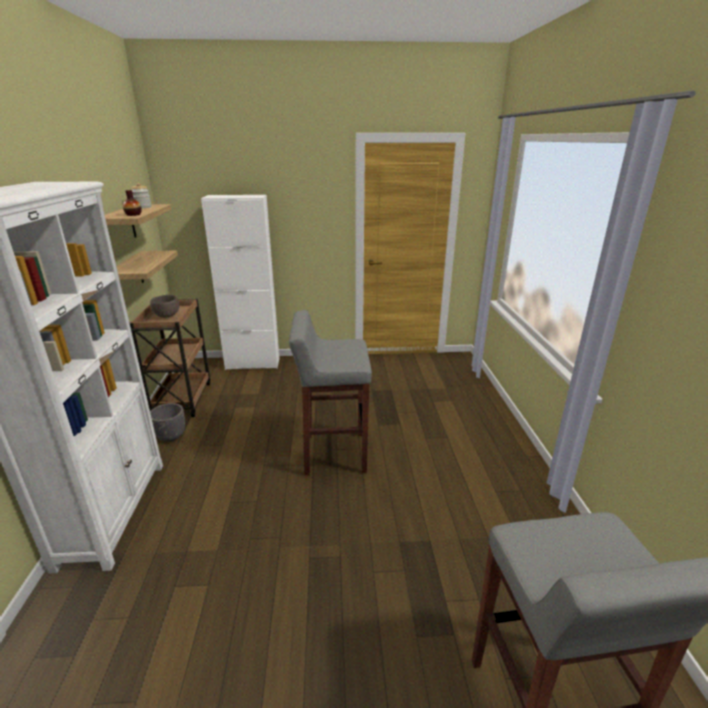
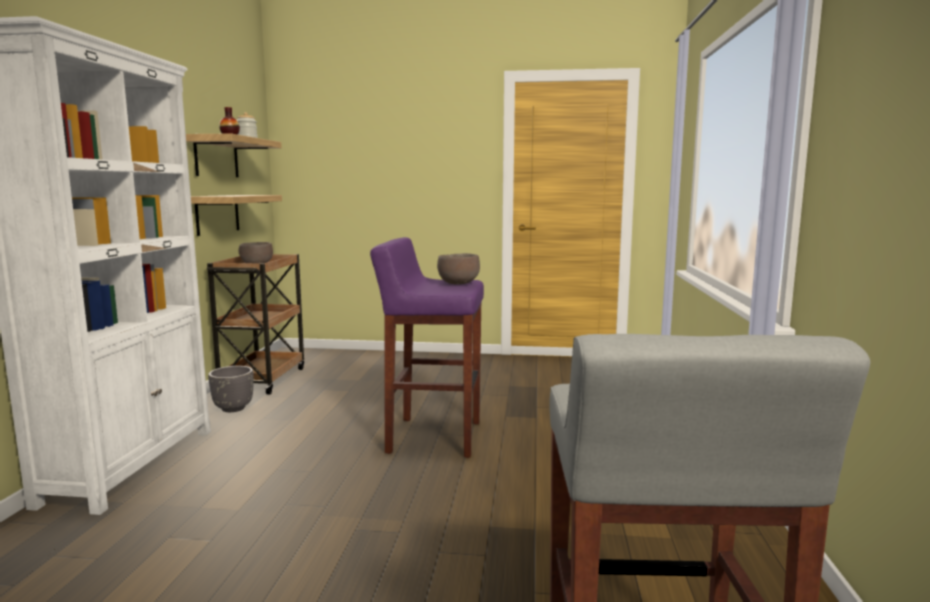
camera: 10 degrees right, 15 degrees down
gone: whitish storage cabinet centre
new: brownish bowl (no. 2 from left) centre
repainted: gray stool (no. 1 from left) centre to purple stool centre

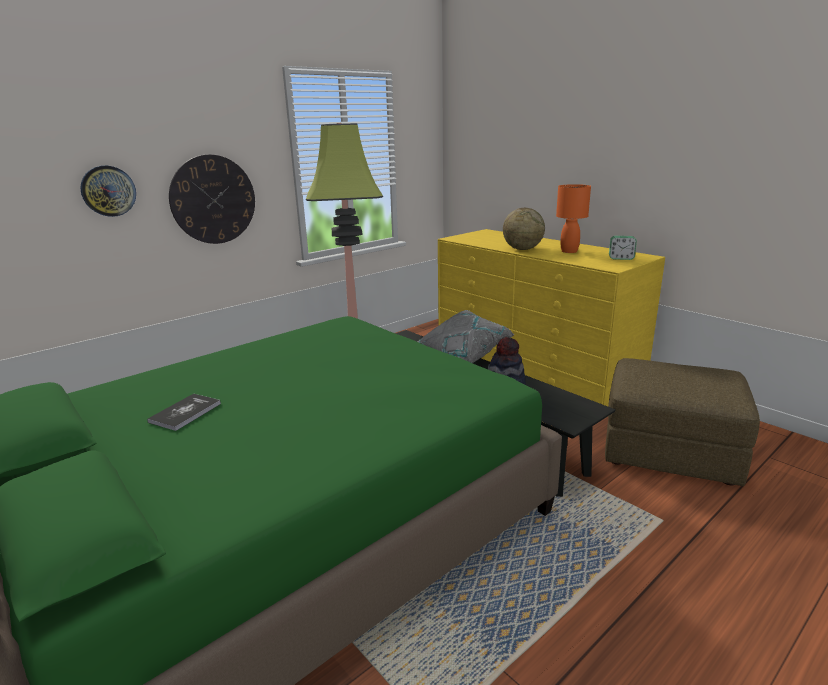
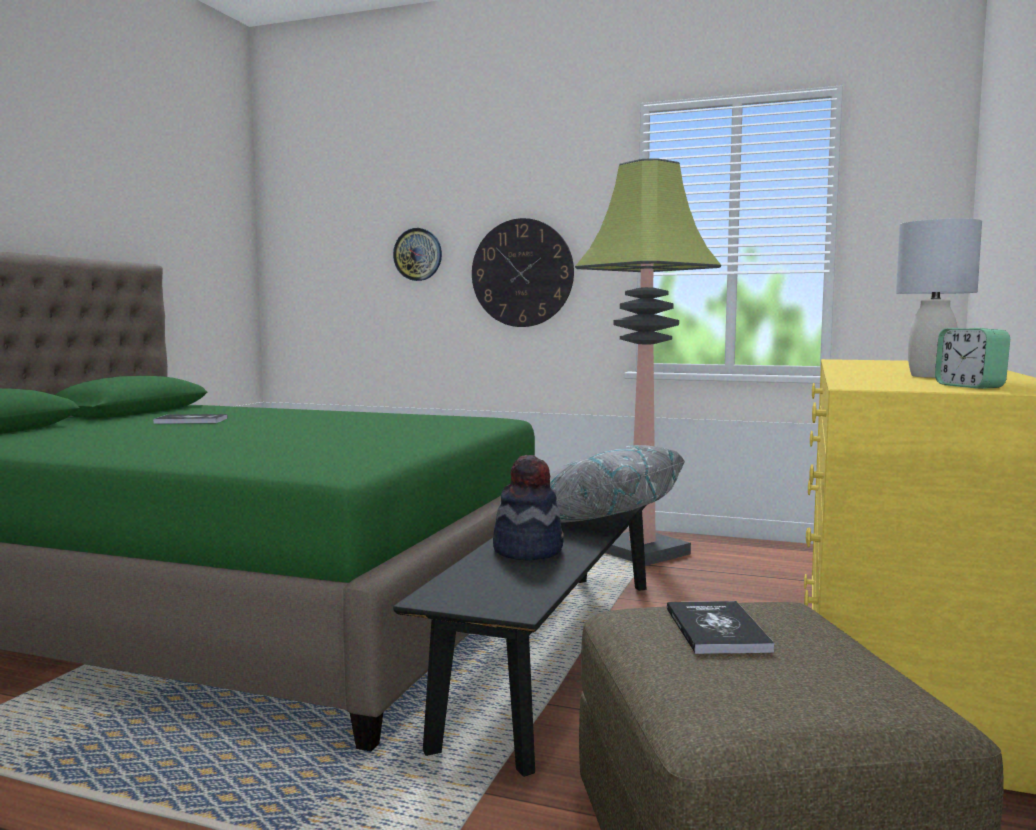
camera: 60 degrees right, 15 degrees down
gone: desk globe centre
new: book (no. 2 from left) bottom right
repainted: orange-coloured table lamp top right to gray table lamp middle right

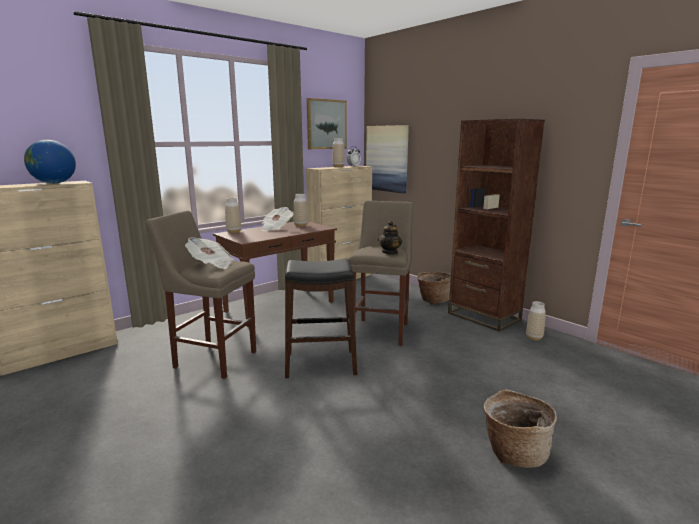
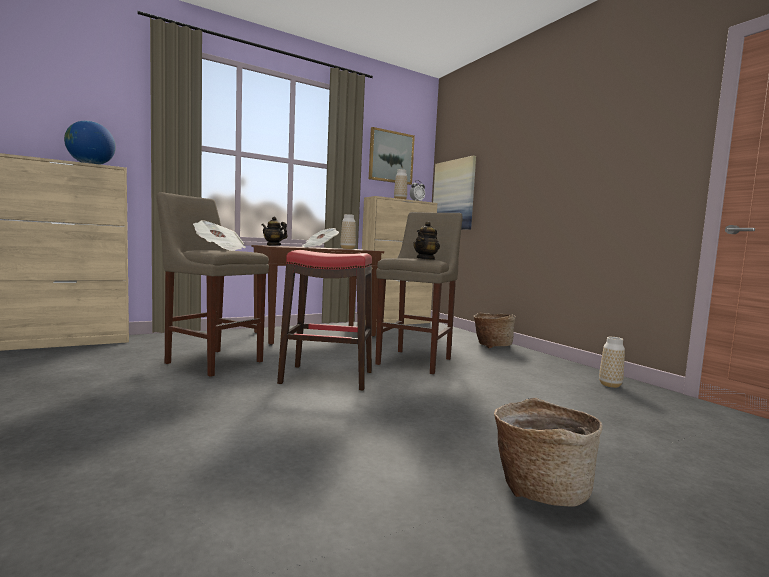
camera: 10 degrees right, 10 degrees down
gone: brownish shelving unit middle right
swapped: vase (no. 1 from left) centre to pot for tea (no. 1 from left) centre
repainted: black stool centre to red-coloured stool centre

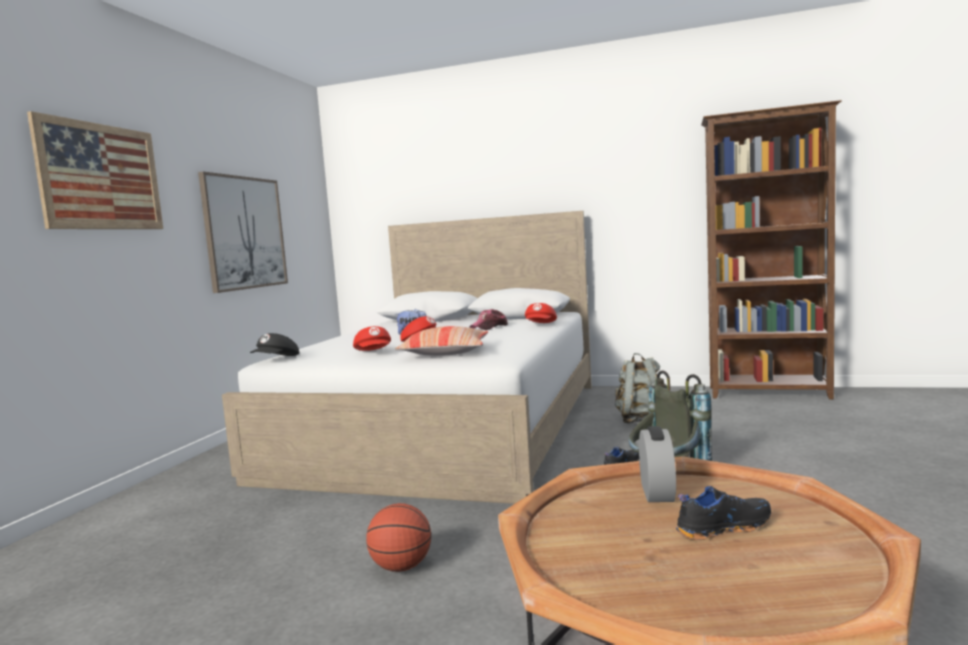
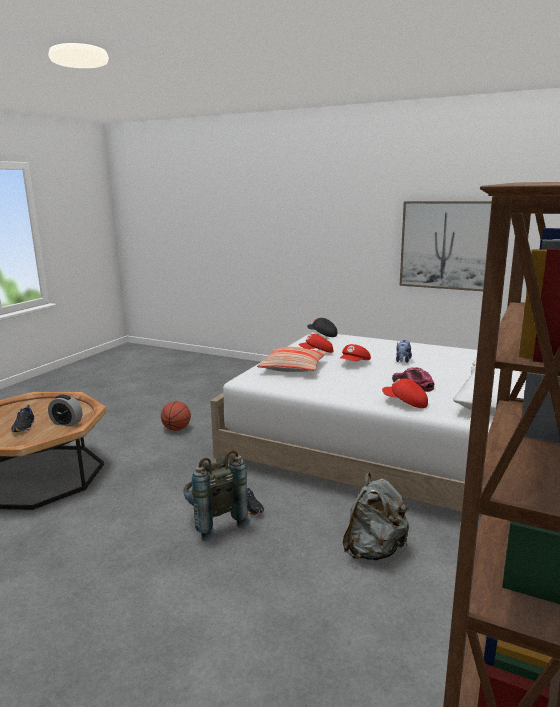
camera: 100 degrees right, 10 degrees up
gone: wall picture (no. 1 from left) top left

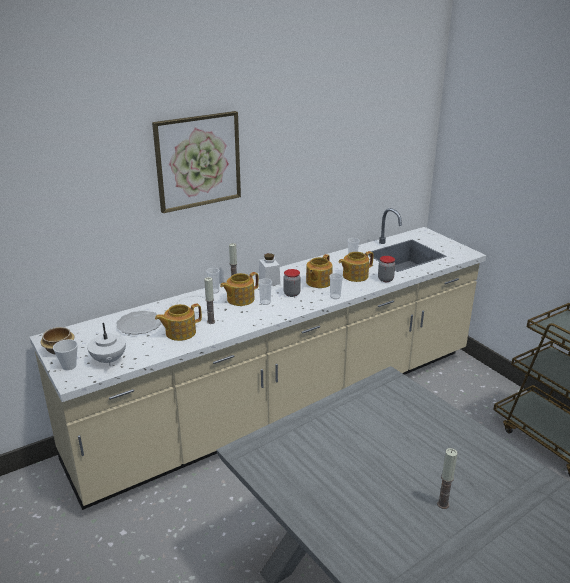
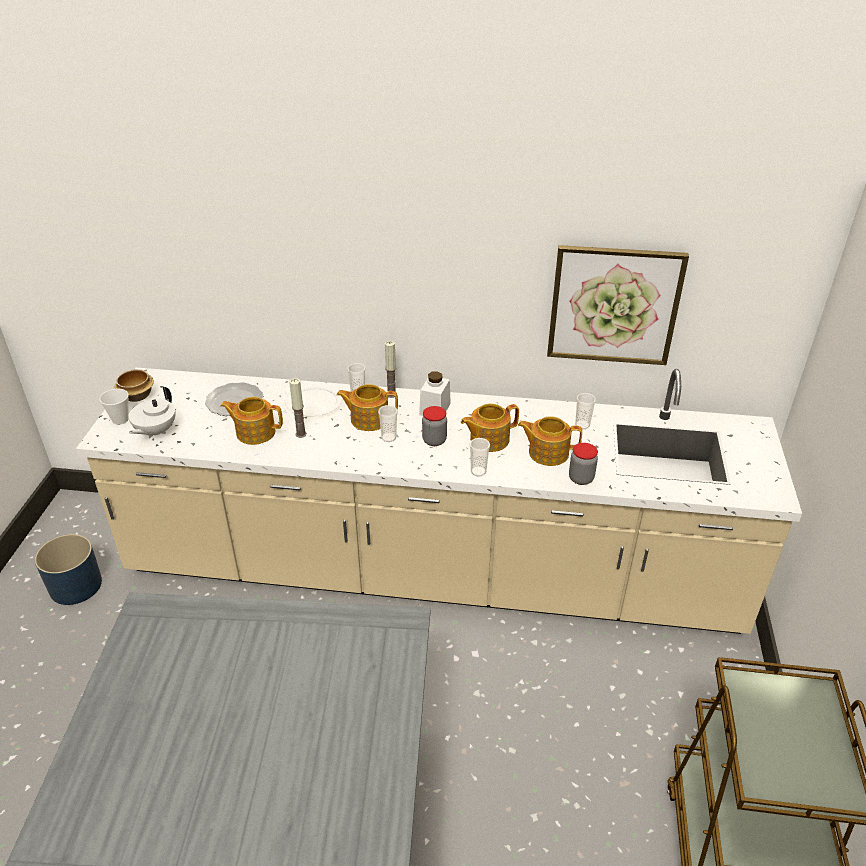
camera: 40 degrees right, 10 degrees up
gone: candle (no. 3 from left) bottom right
new: blue plant pot middle left
shifted: wall picture top centre to middle right

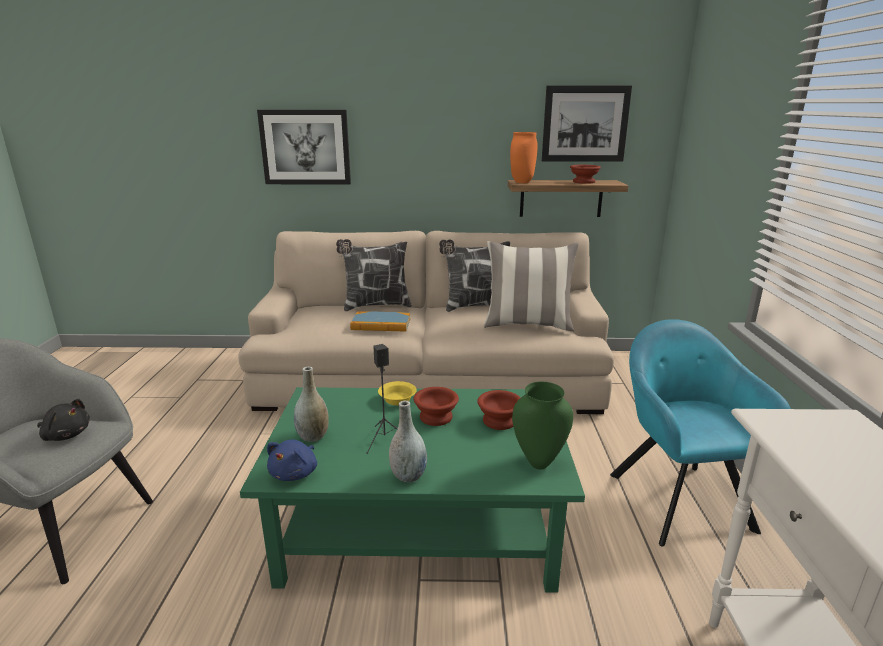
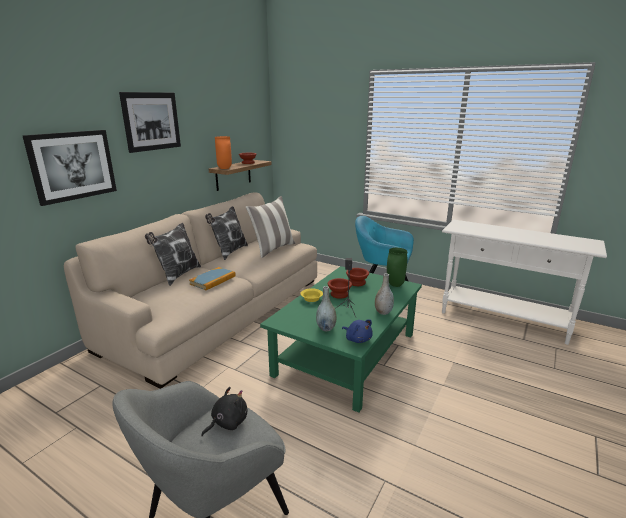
camera: 60 degrees left, 0 degrees up
shifted: wall picture (no. 2 from left) top centre to top left

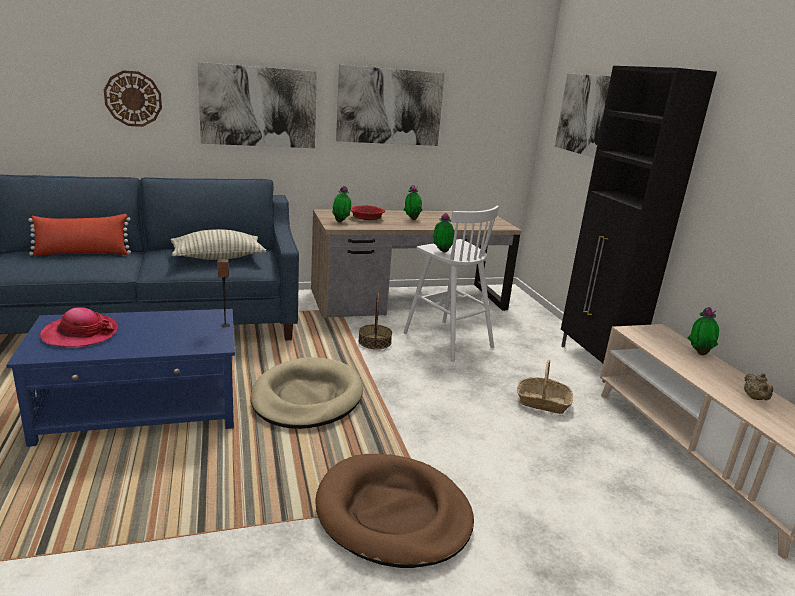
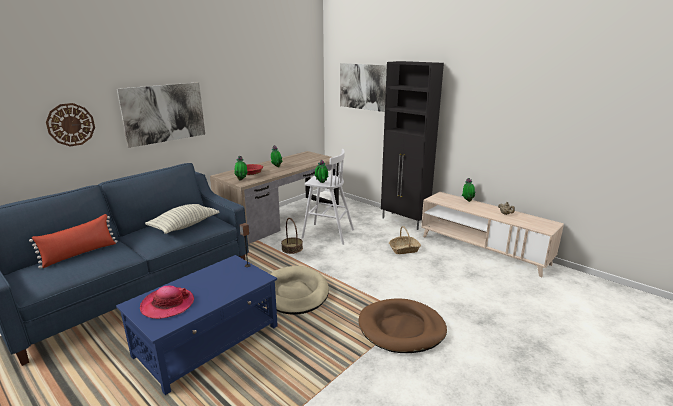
camera: 30 degrees left, 0 degrees up
gone: wall picture (no. 2 from left) top centre

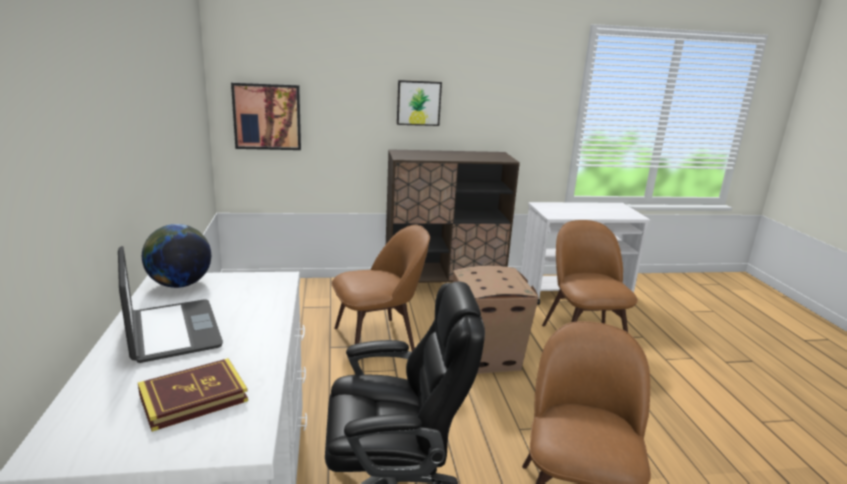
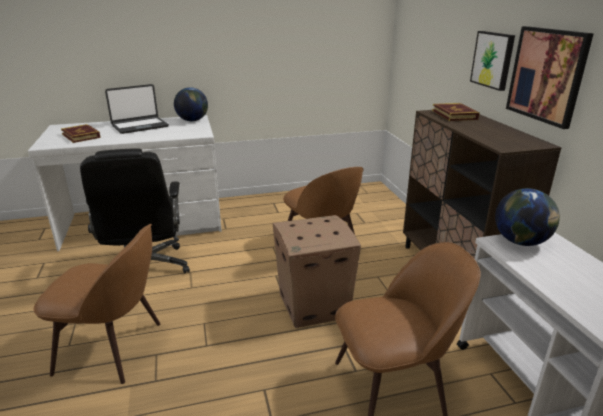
camera: 85 degrees right, 5 degrees up
new: book (no. 2 from left) top right; desk globe (no. 2 from left) middle right
shifted: wall picture (no. 1 from left in the first image) top left to wall picture (no. 2 from left) top right

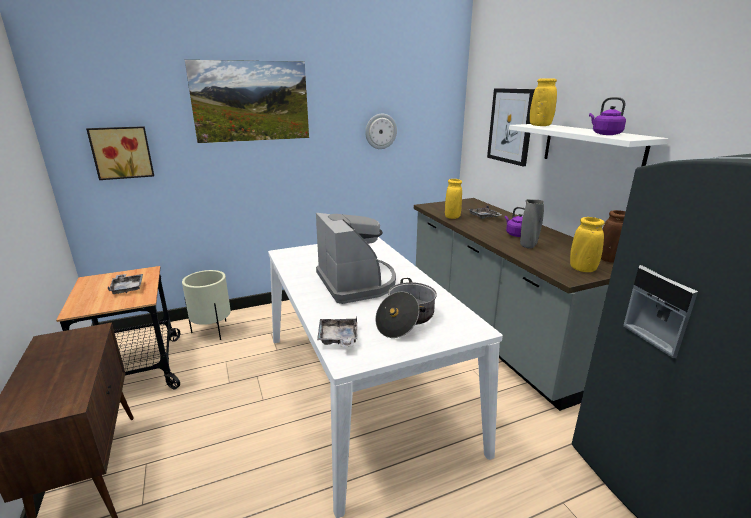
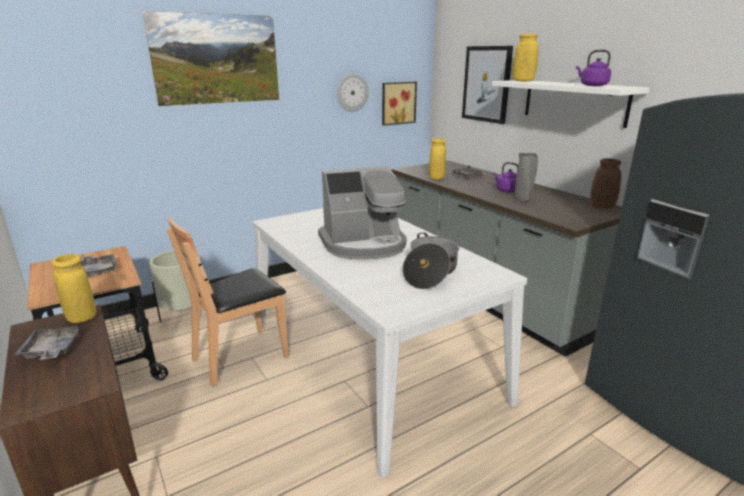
camera: 10 degrees left, 0 degrees up
new: brownish upright chair middle left
shifted: wall picture (no. 1 from left in the first image) top left to wall picture (no. 2 from left) top centre; gray tray (no. 2 from left in the first image) centre to gray tray (no. 1 from left) bottom left; yellow vase (no. 3 from left in the first image) middle right to yellow vase (no. 1 from left) middle left
rotated: coffee brewer centre = centre 105 degrees clockwise

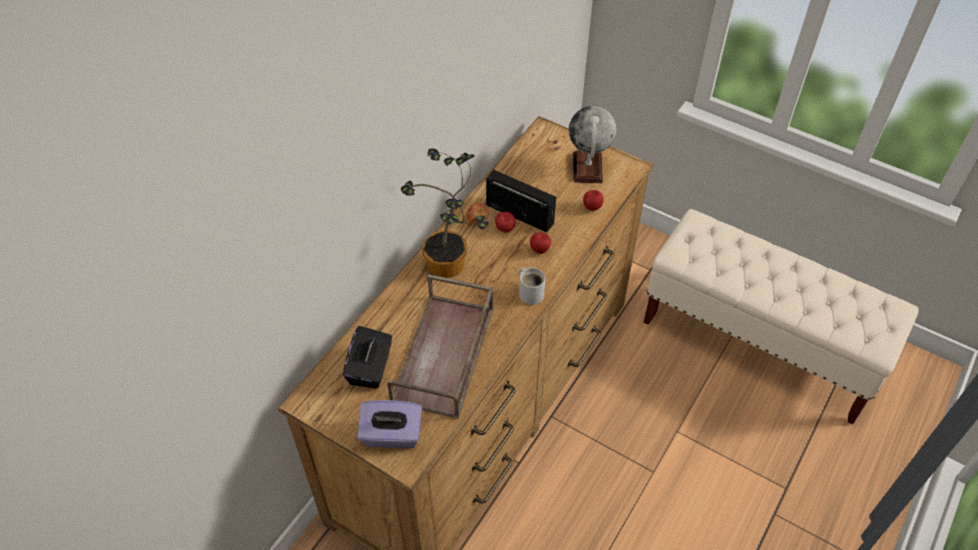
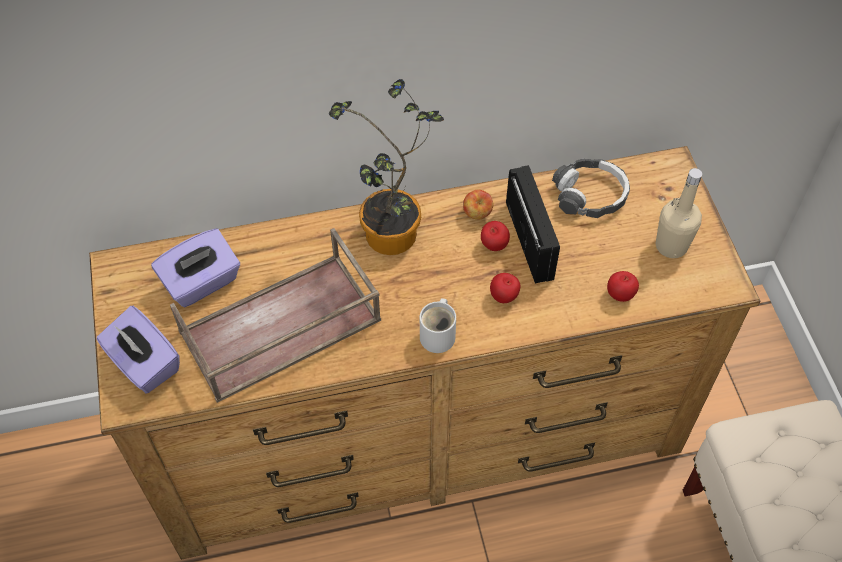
camera: 45 degrees right, 5 degrees up
new: headphones middle right
swapped: desk globe top centre to sand-coloured beverage bottle middle right
repainted: black tissue box centre to purple tissue box (no. 2 from left) middle left

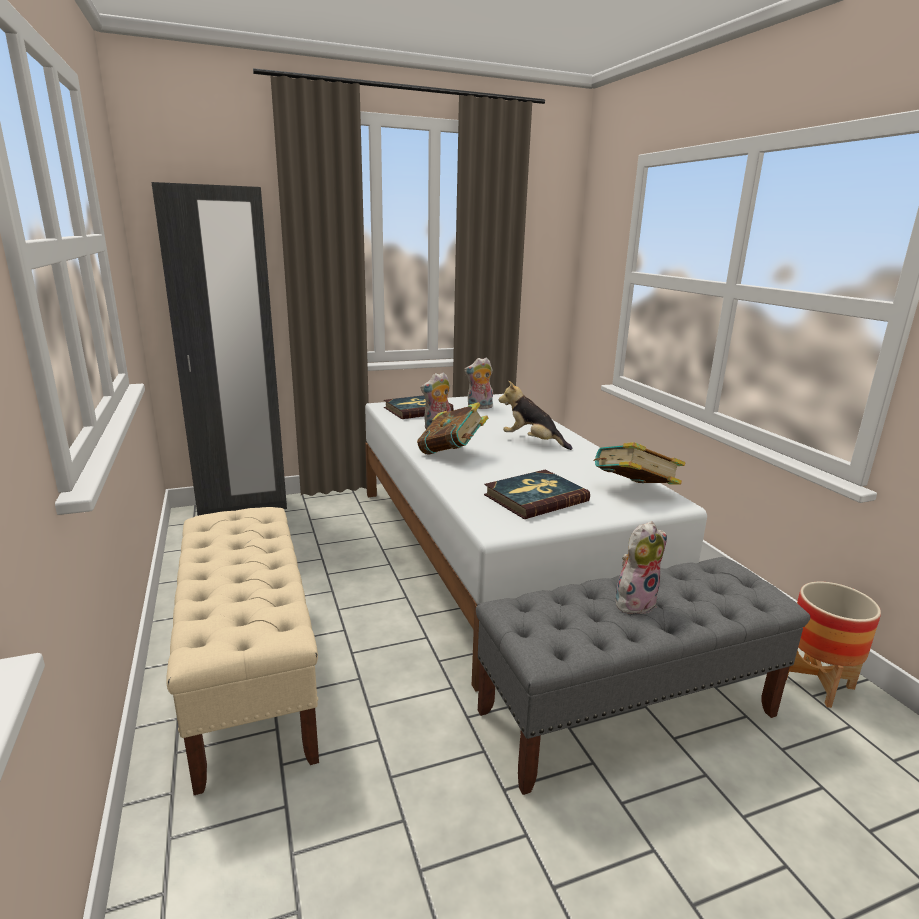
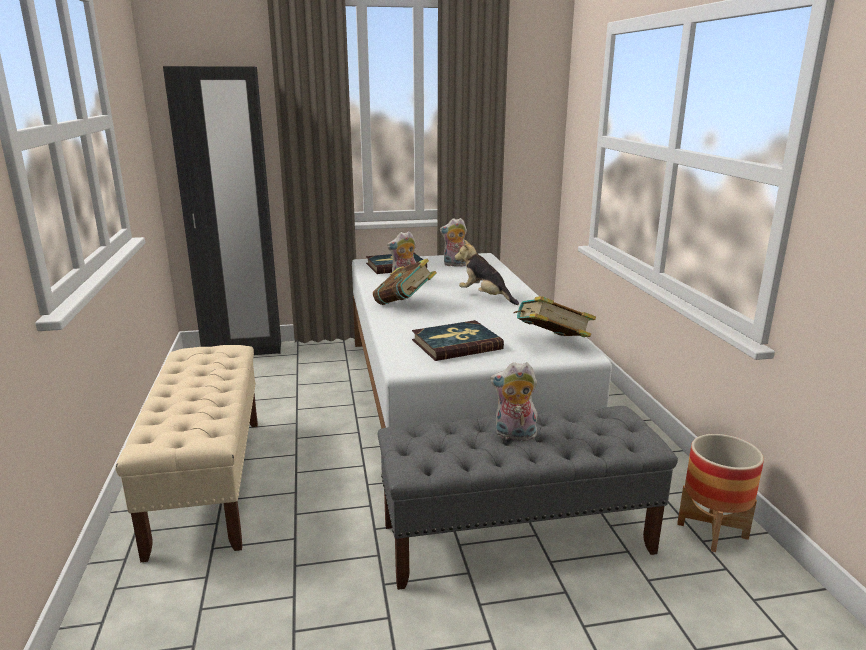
camera: 10 degrees right, 0 degrees up
rotated: cuddly toy (no. 4 from left) middle right = centre 150 degrees counterclockwise

